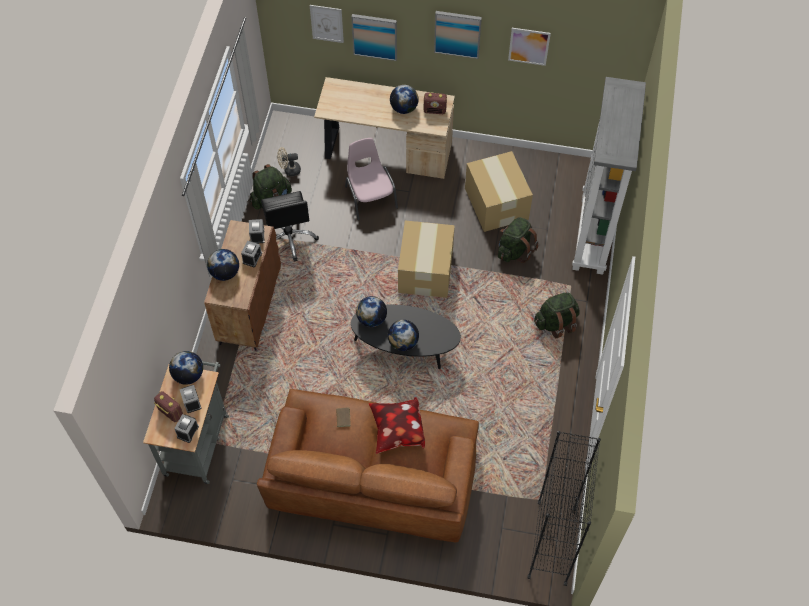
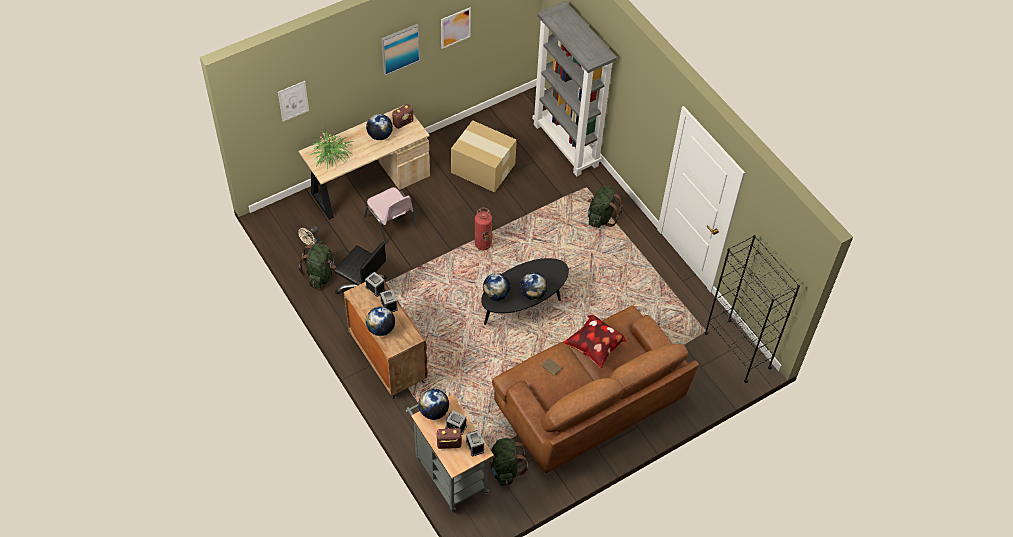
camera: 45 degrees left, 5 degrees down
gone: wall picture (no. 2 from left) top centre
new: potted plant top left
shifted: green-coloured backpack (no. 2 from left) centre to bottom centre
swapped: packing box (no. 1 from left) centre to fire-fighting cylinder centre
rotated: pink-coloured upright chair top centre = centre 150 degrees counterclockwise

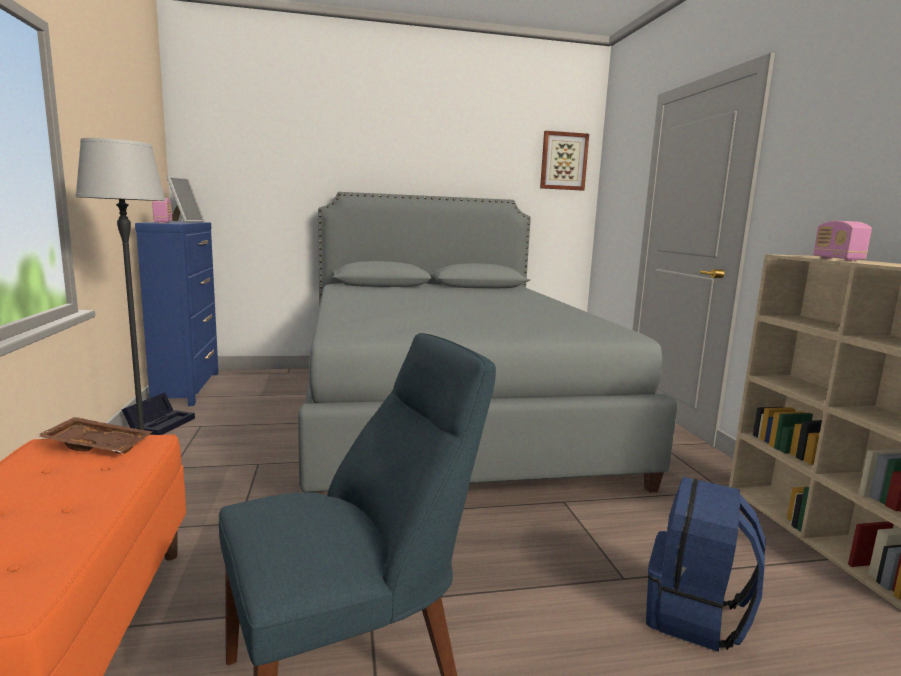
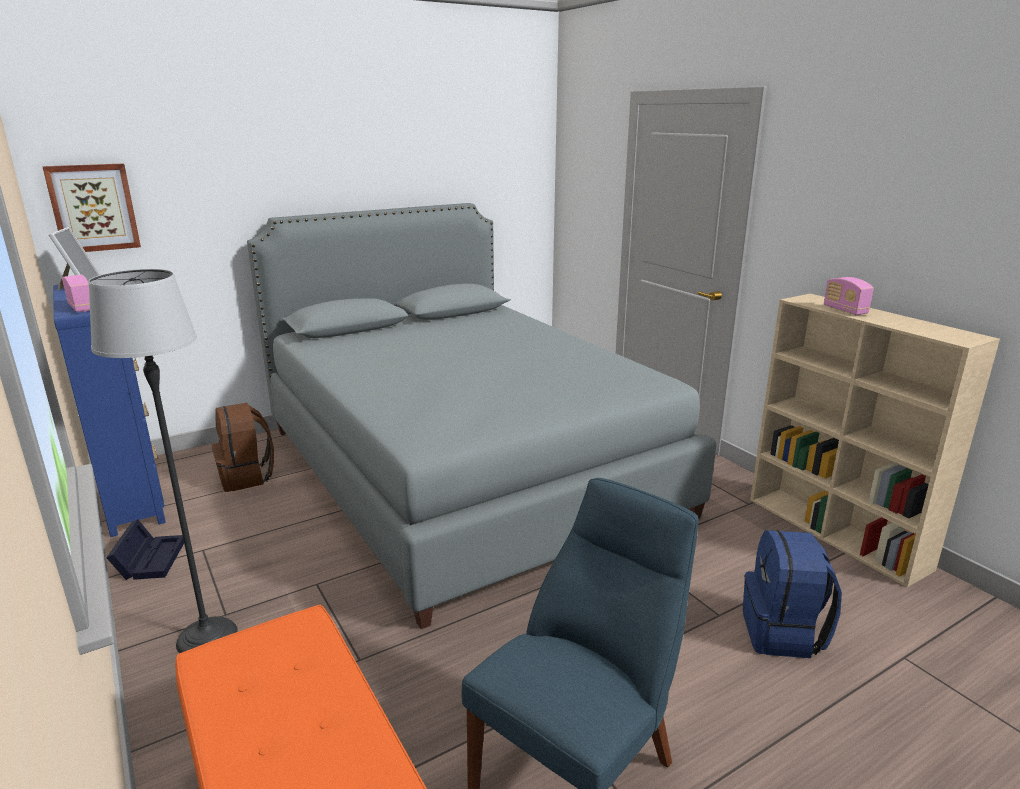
camera: 20 degrees left, 10 degrees up
gone: brownish tray middle left
new: brownish backpack middle left
shifted: wall picture top centre to top left

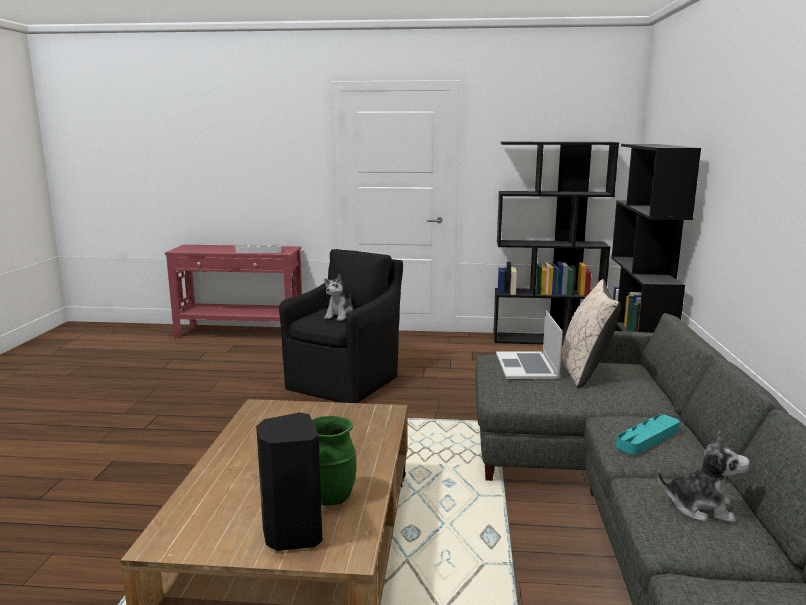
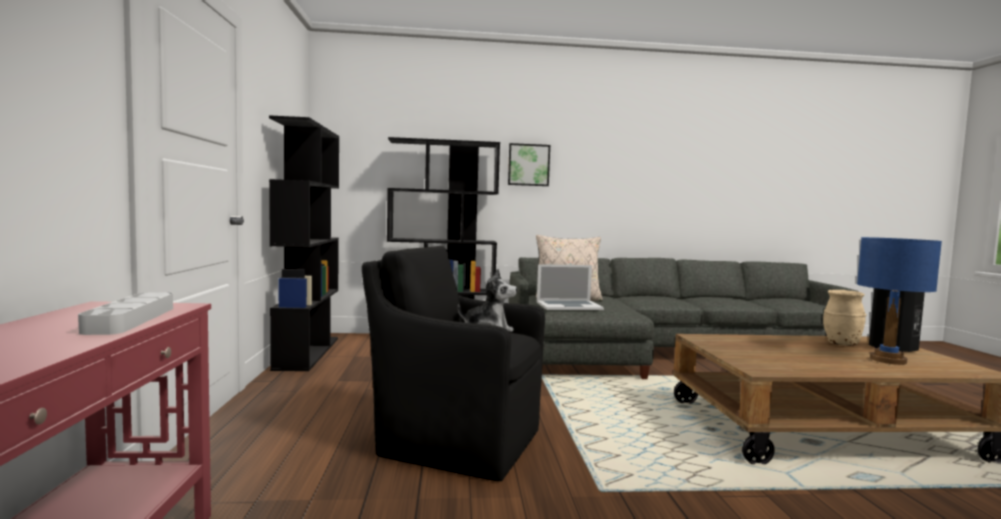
camera: 100 degrees left, 10 degrees down
gone: turquoise tray bottom right; cuddly toy (no. 2 from left) bottom right
new: wall picture top centre; blue table lamp middle right
repainted: green-coloured vase bottom centre to sand-coloured vase middle right

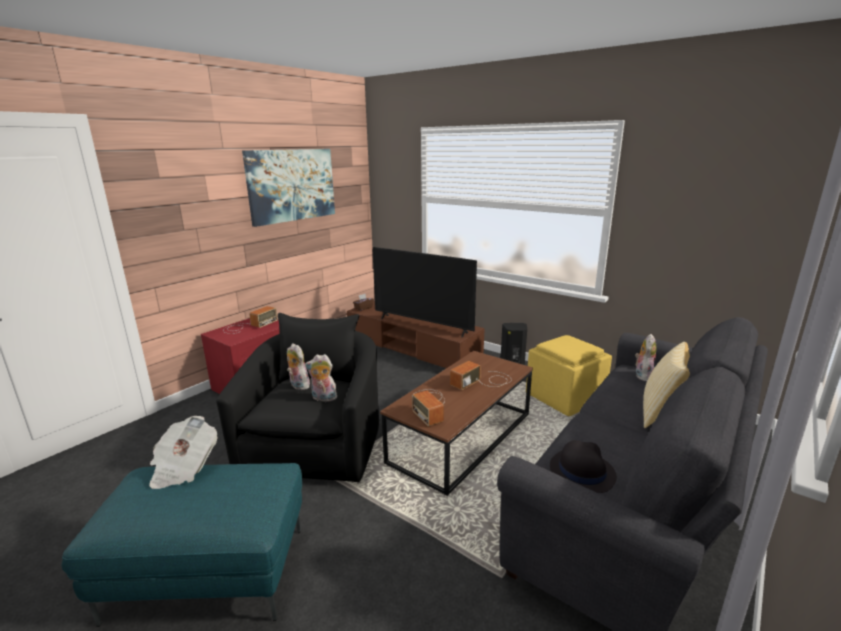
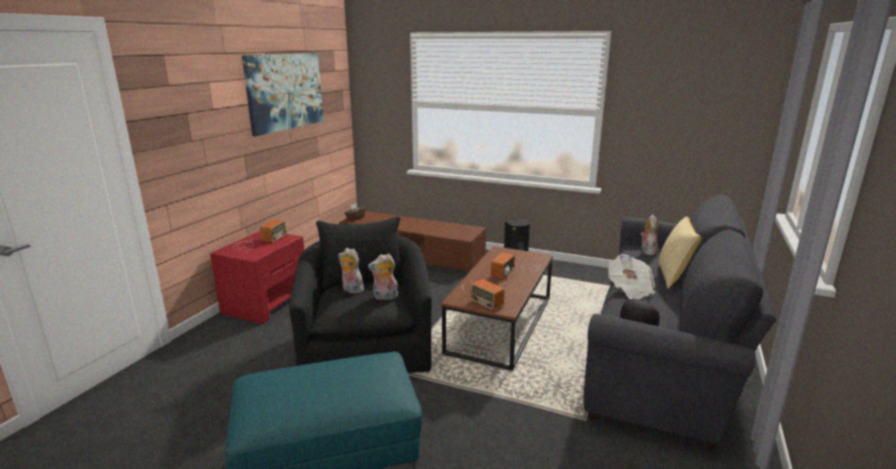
camera: 15 degrees left, 0 degrees up
gone: TV set centre; yellow footrest middle right
shifted: daily paper bottom left to middle right

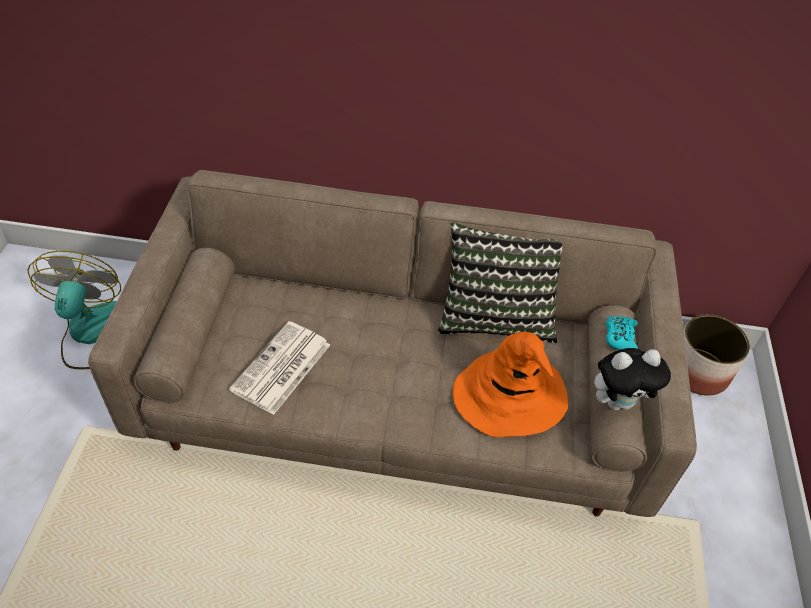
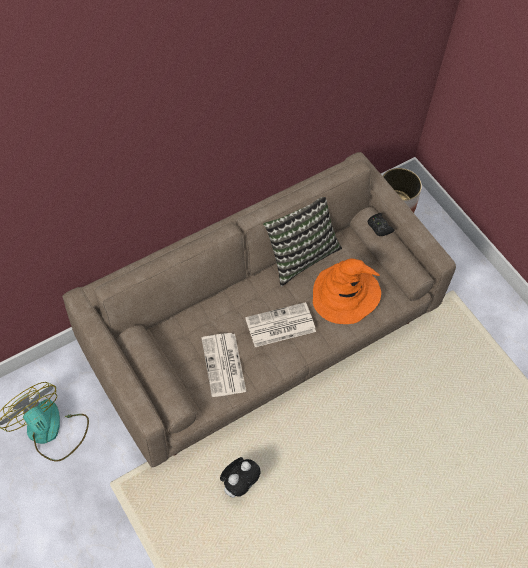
camera: 40 degrees left, 10 degrees up
new: daily paper (no. 2 from left) centre
shifted: cuddly toy middle right to bottom centre
repainted: turquoise gamepad middle right to black gamepad middle right

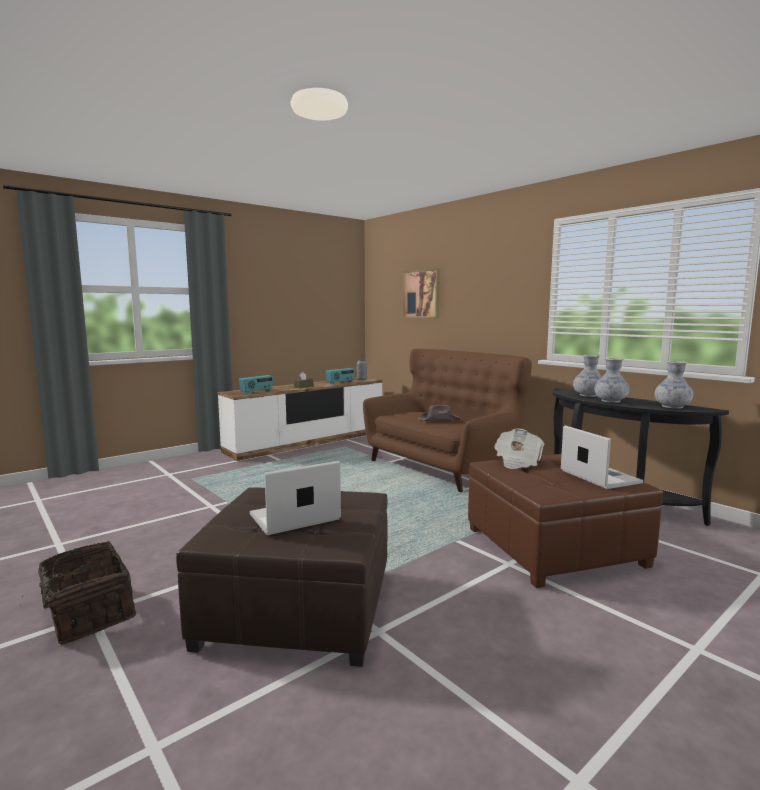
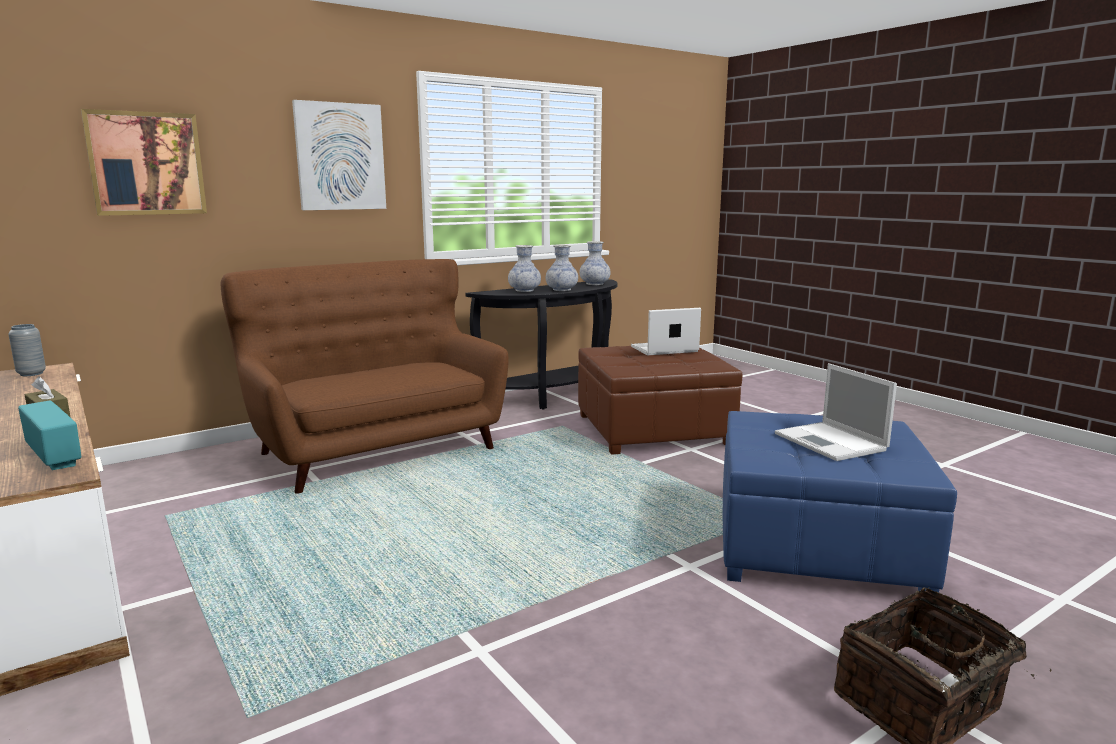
camera: 85 degrees left, 5 degrees up
gone: radio receiver (no. 2 from left) centre; brownish hat centre; daily paper middle right
new: wall picture (no. 2 from left) top left
repainted: brownish footrest (no. 1 from left) bottom centre to blue footrest bottom right

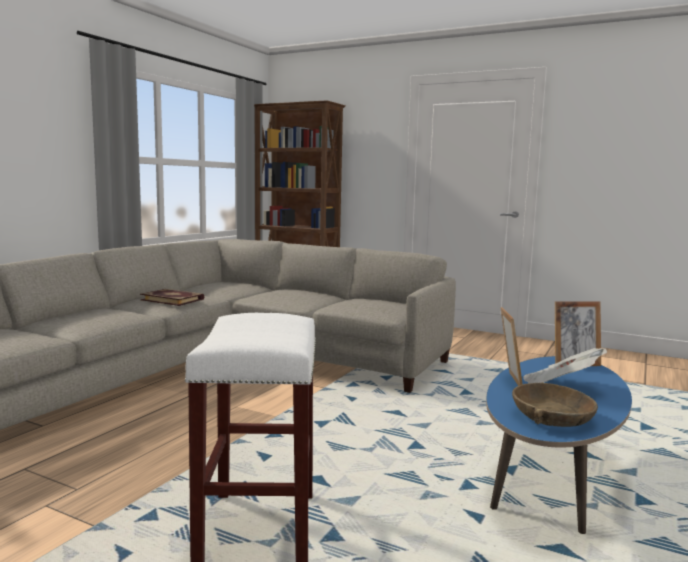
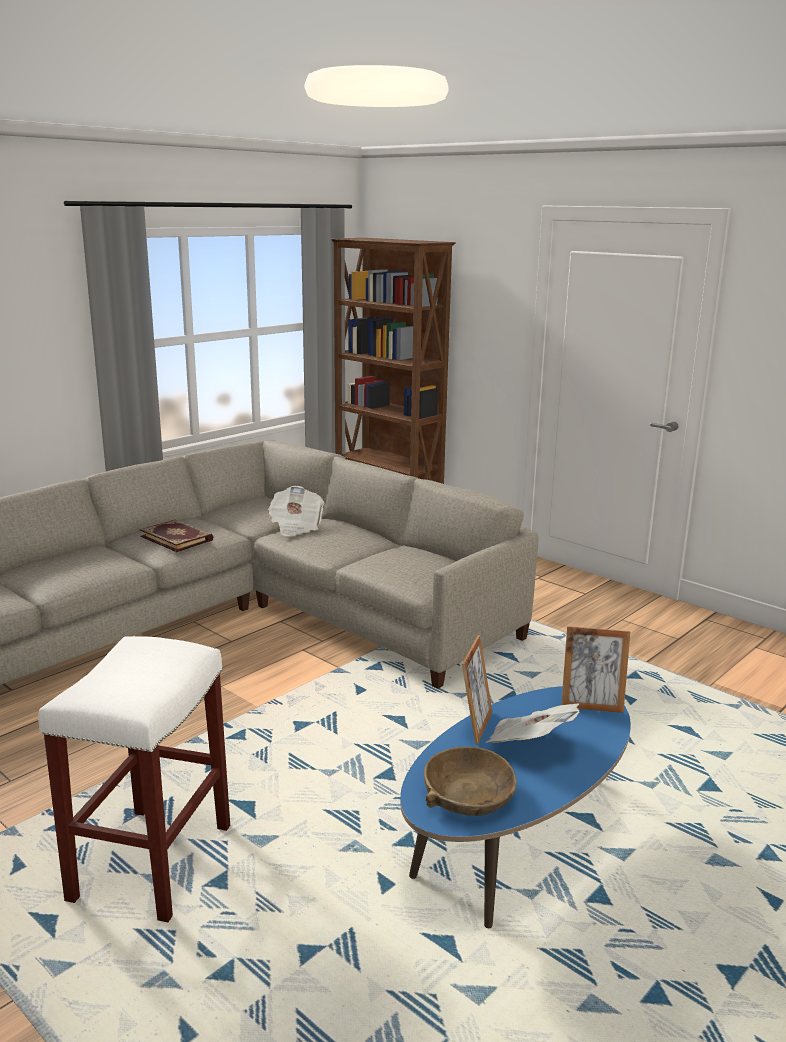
camera: 15 degrees right, 10 degrees up
new: daily paper (no. 1 from left) centre

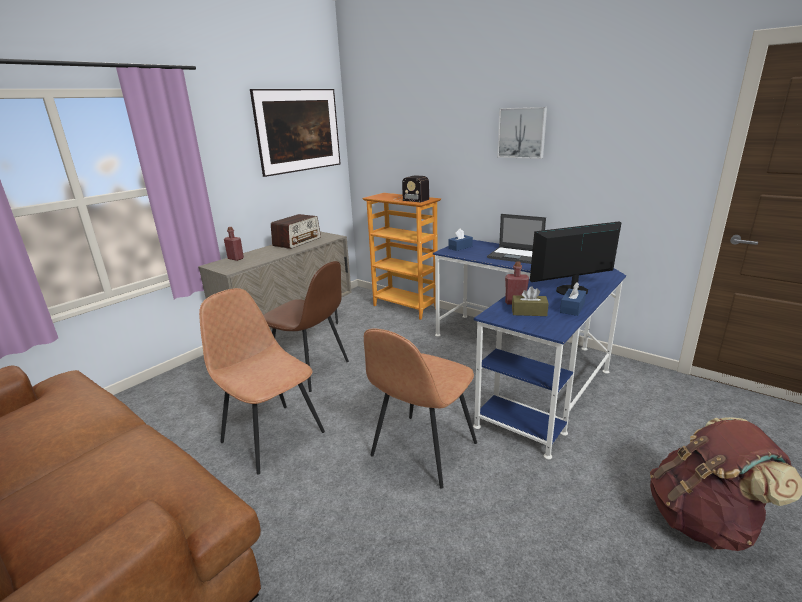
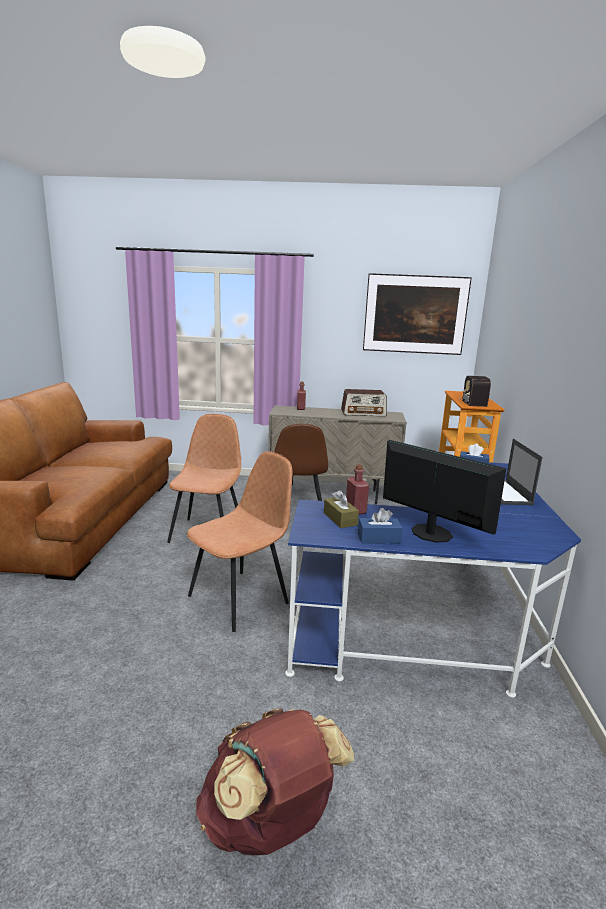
camera: 55 degrees right, 5 degrees down
gone: wall picture (no. 2 from left) top centre
rotated: brownish upright chair (no. 3 from left in the first image) bottom centre = centre 135 degrees clockwise

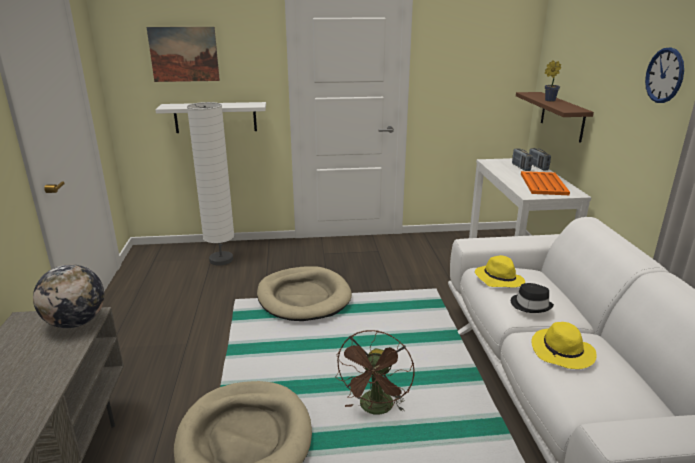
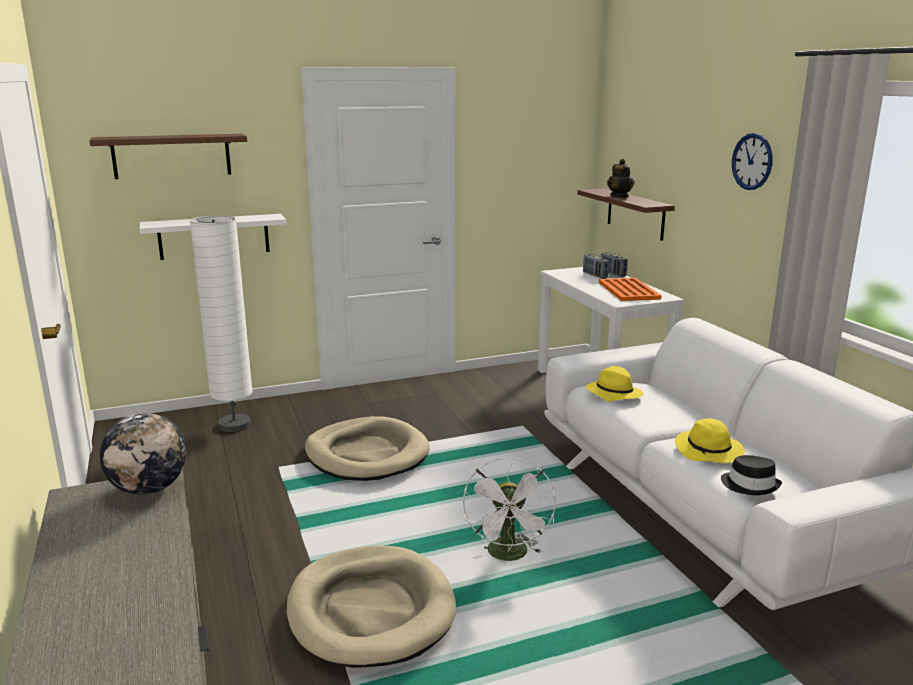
camera: 15 degrees left, 5 degrees down
shifted: black hat middle right to bottom right
swapped: wall picture top left to brownish shelf (no. 1 from left) top left; potted plant top right to pot for tea top right
repainted: brownish electric fan bottom centre to whitish electric fan bottom centre

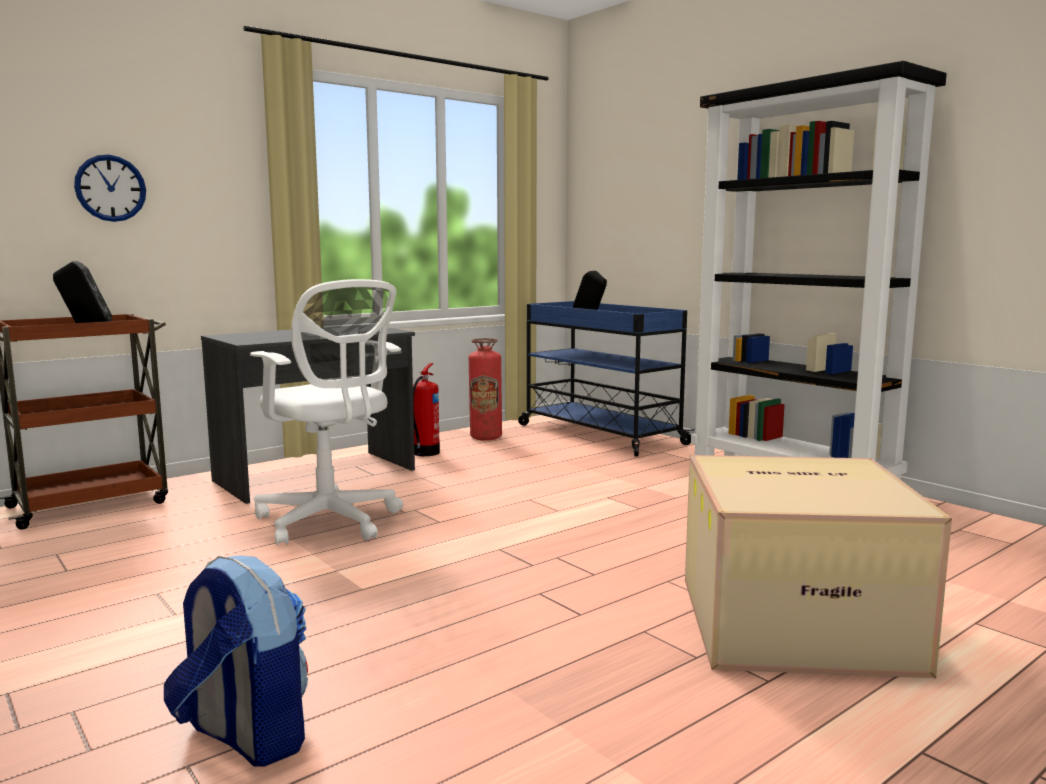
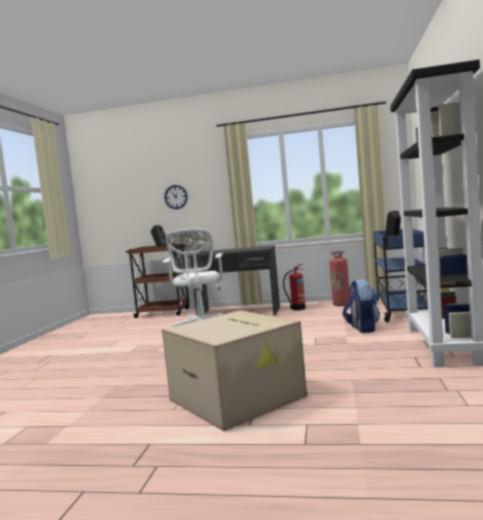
camera: 50 degrees right, 5 degrees down
shifted: backpack bottom left to middle right

